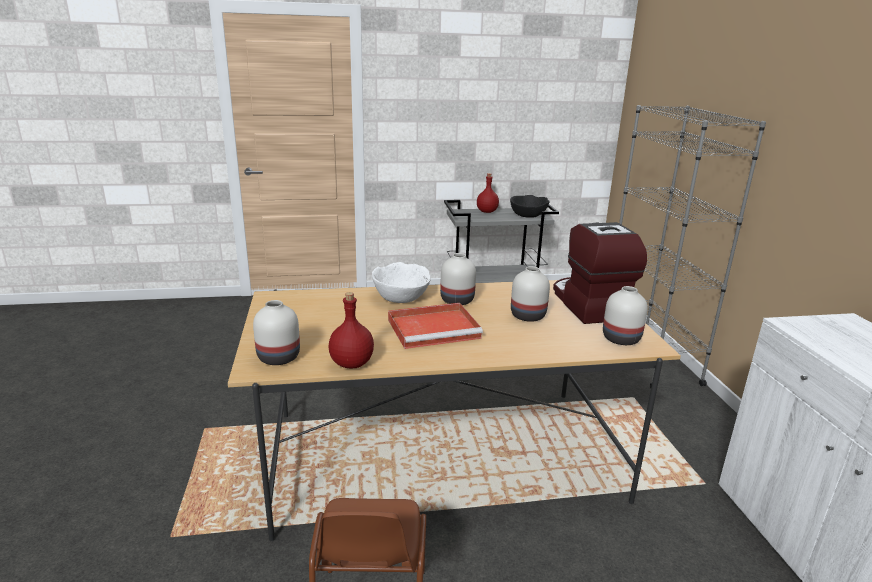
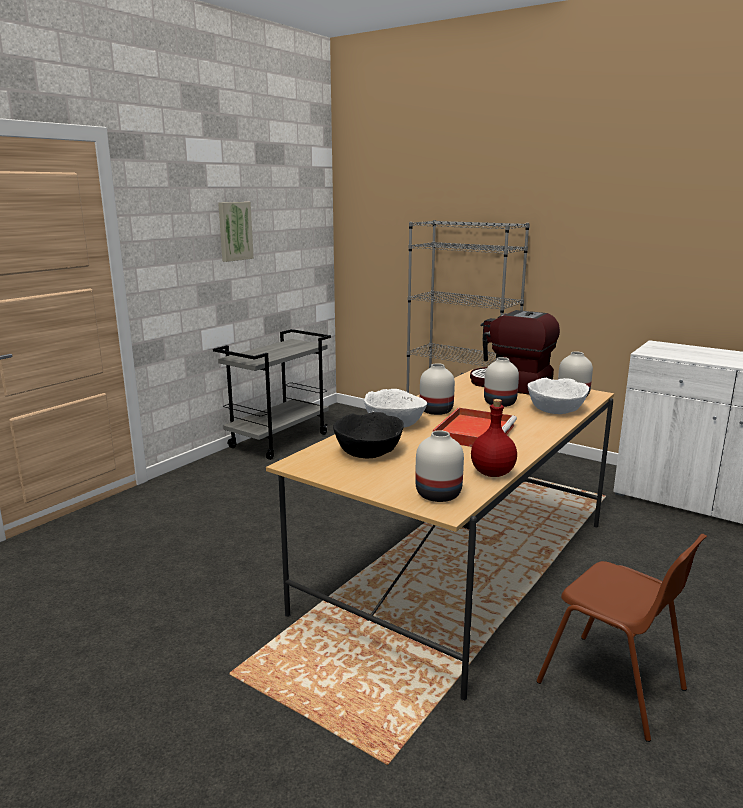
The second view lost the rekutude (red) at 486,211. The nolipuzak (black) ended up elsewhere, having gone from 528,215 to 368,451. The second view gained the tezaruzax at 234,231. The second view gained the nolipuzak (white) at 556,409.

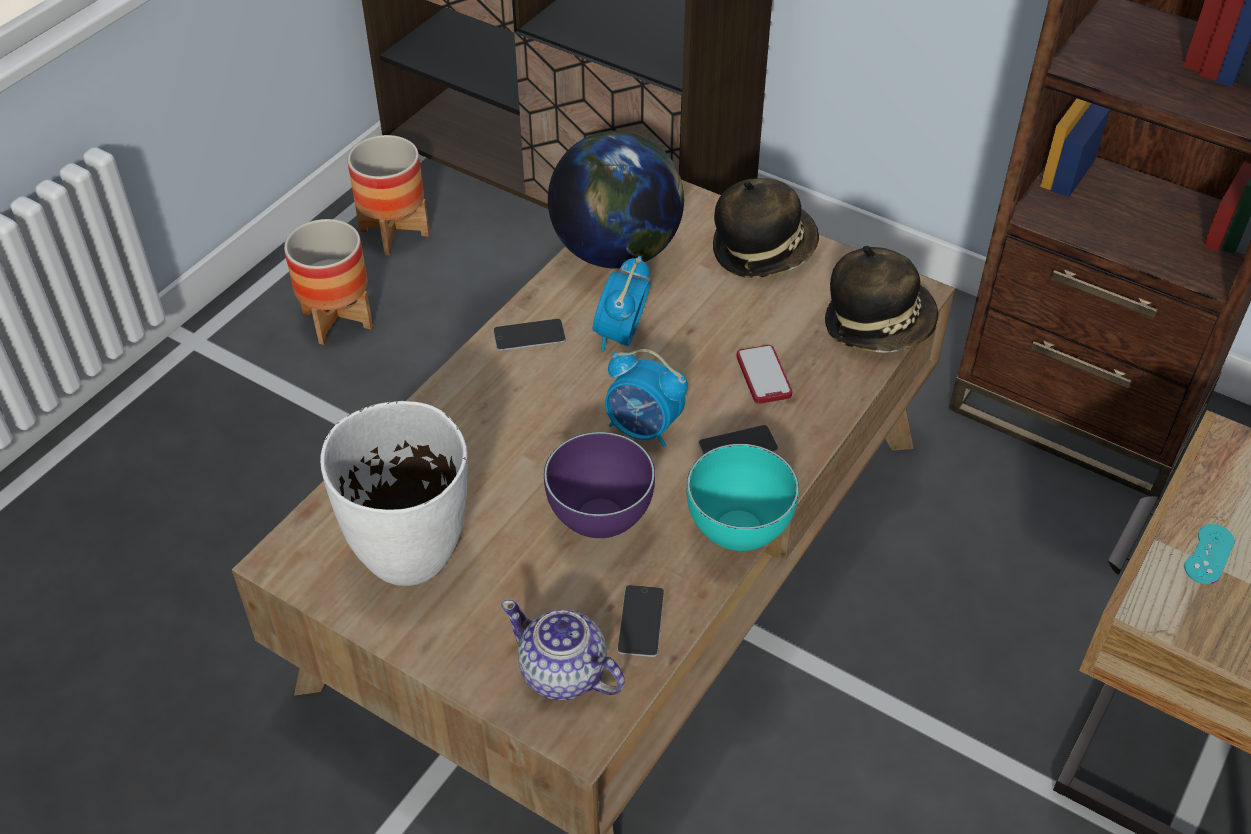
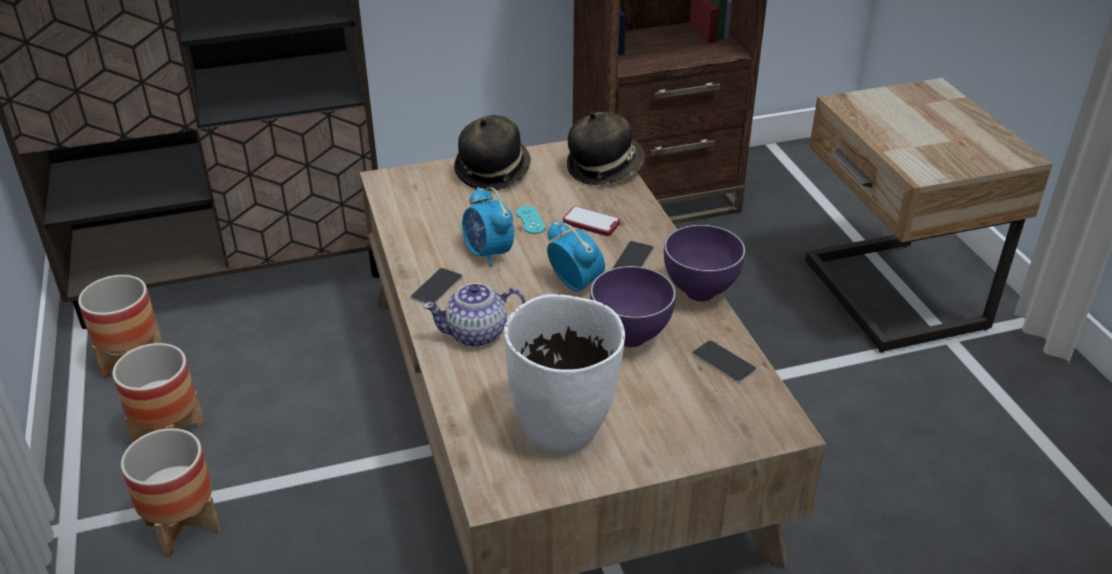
The second view lost the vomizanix at 617,251. The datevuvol at 644,429 ended up facing another way, 105 degrees counterclockwise from before. What was the nolipuzak (turquoise) at 736,534 turned into the nolipuzak (purple) at 698,294. The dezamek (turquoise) ended up elsewhere, having gone from 1209,554 to 530,220. The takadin ended up elsewhere, having gone from 563,674 to 477,334. The second view gained the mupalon at 183,527.

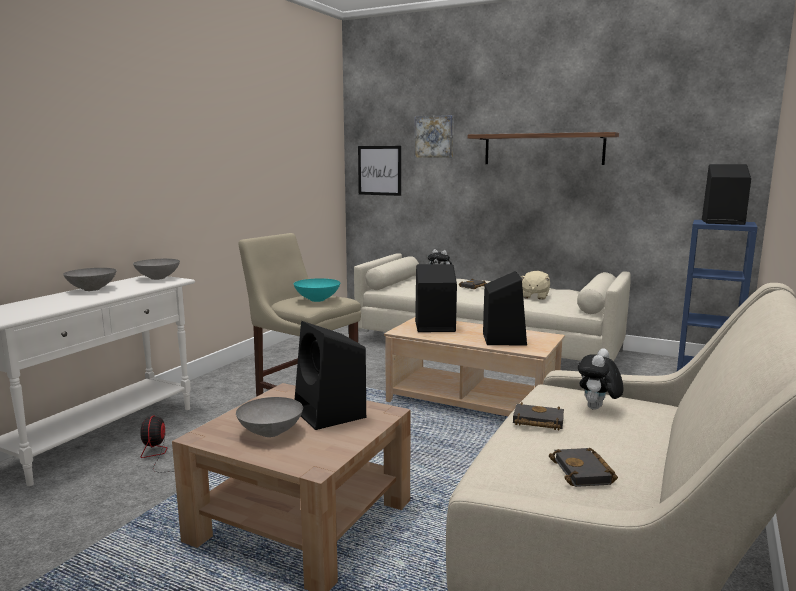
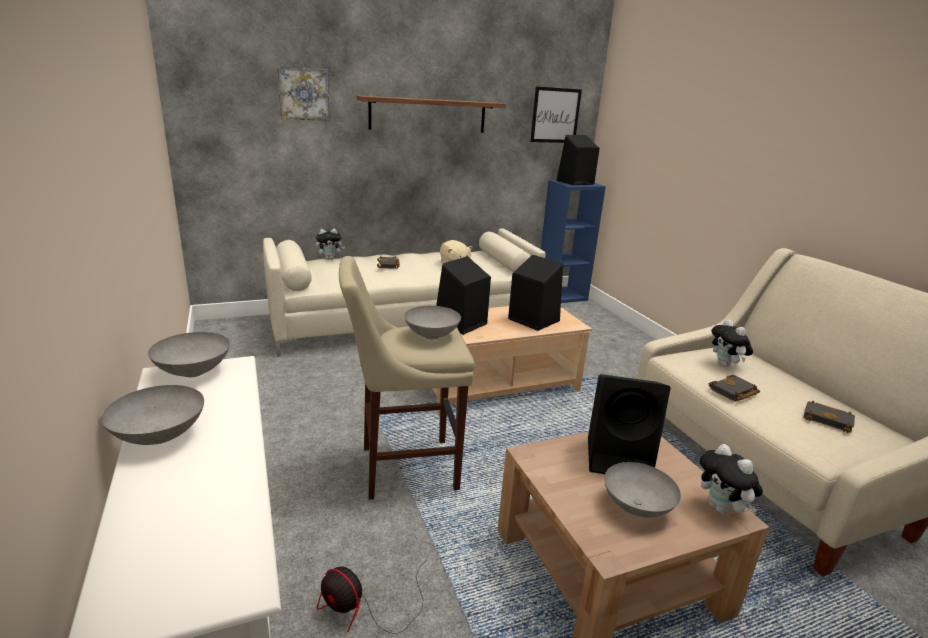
The tezaruzax ended up elsewhere, having gone from 379,170 to 555,115. What was the nolipuzak (turquoise) at 318,300 turned into the nolipuzak (grey) at 432,335. The second view gained the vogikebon at 722,509.

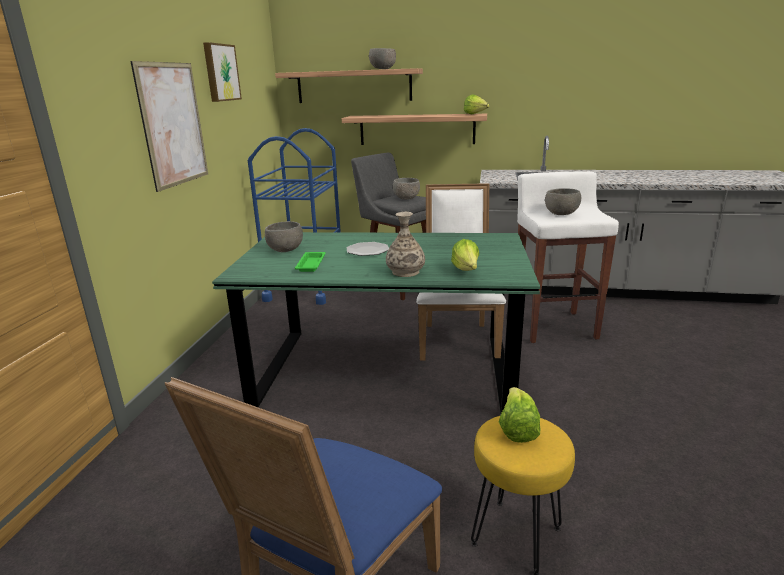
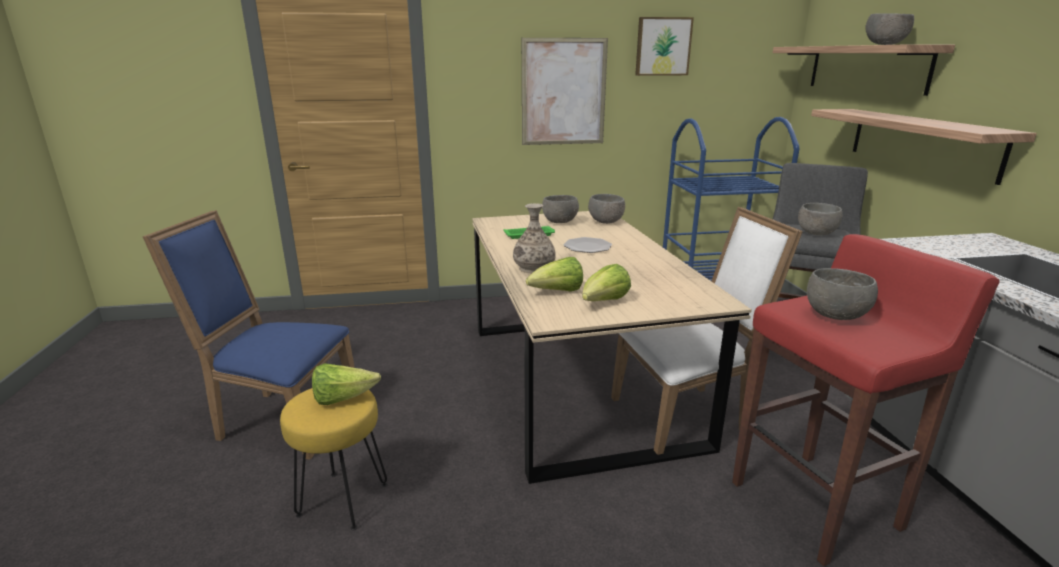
The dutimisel ended up elsewhere, having gone from 476,114 to 604,302. What was the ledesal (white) at 553,326 turned into the ledesal (red) at 817,505. What was the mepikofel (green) at 385,370 turned into the mepikofel (beige) at 575,381. The second view gained the nolipuzak (grey) at 605,222.

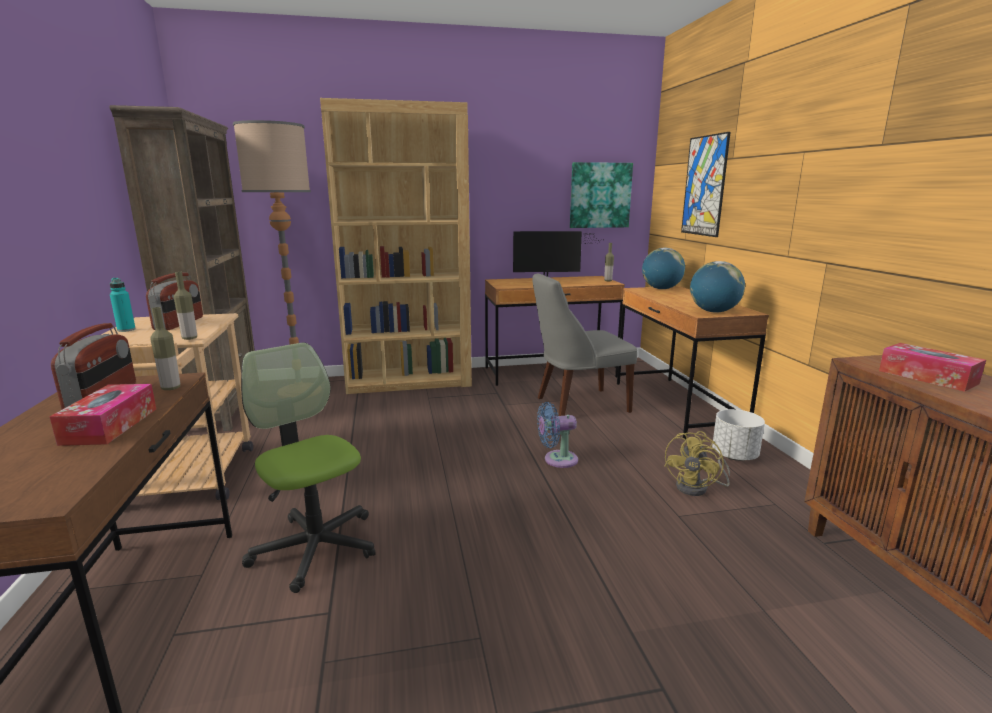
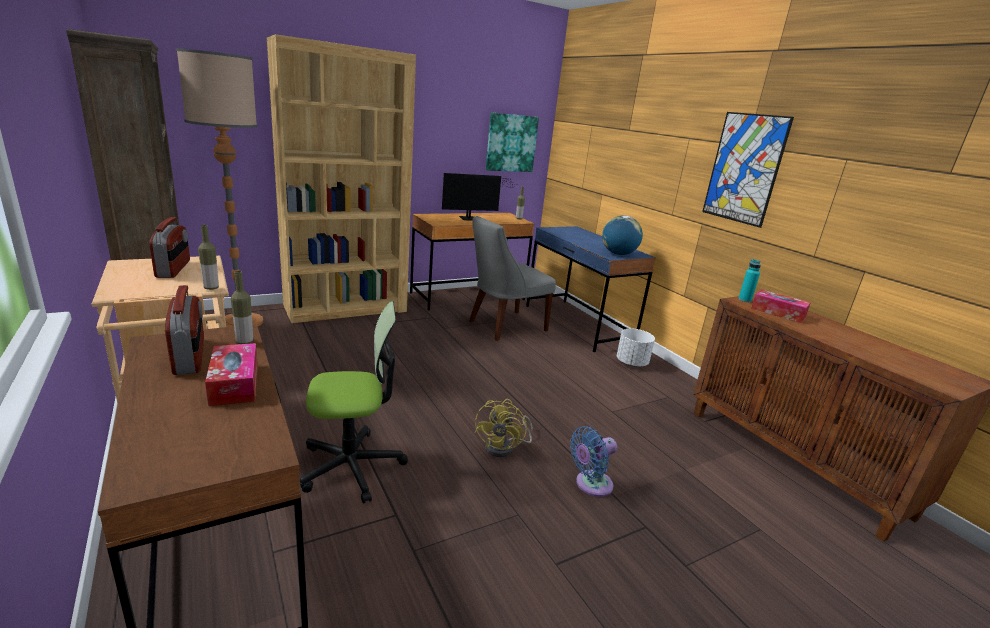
The tezaruzax ended up elsewhere, having gone from 704,186 to 744,168. The second view lost the vomizanix at 661,289. The rekutude (turquoise) ended up elsewhere, having gone from 126,330 to 744,300. What was the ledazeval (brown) at 676,406 turned into the ledazeval (blue) at 577,324. The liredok at 315,547 ended up facing another way, 135 degrees clockwise from before. The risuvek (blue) ended up elsewhere, having gone from 557,460 to 590,485. The risuvek (yellow) ended up elsewhere, having gone from 698,488 to 504,447.

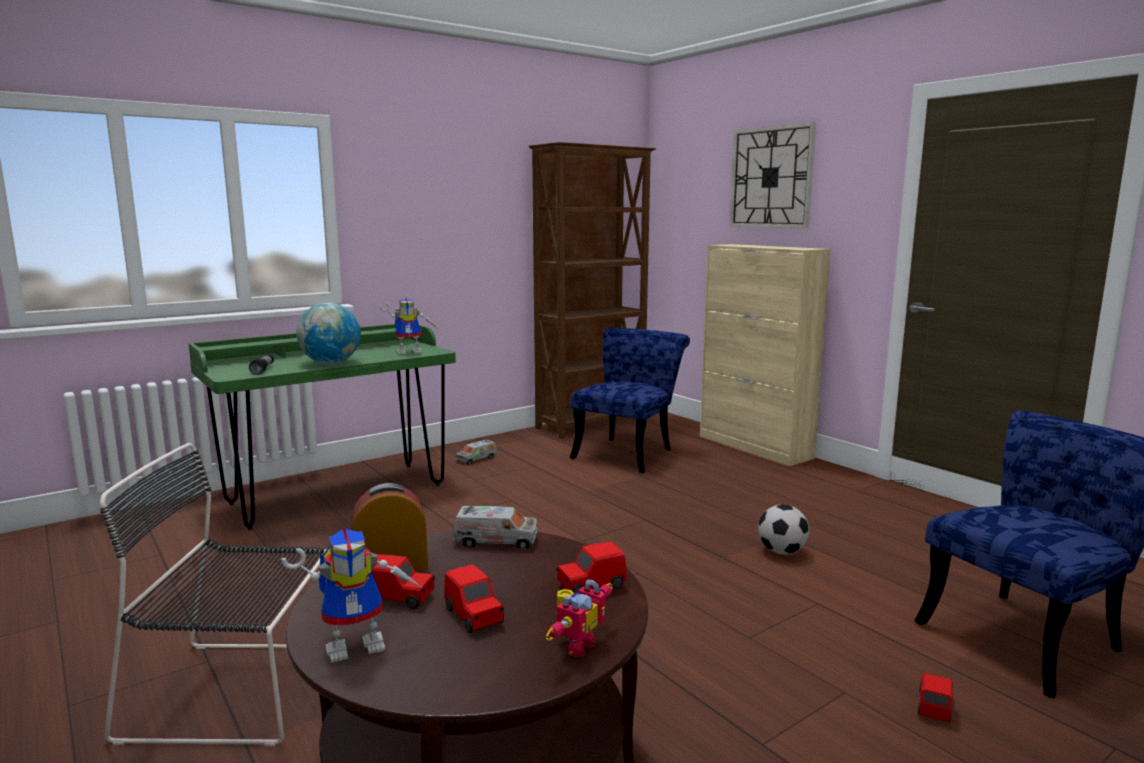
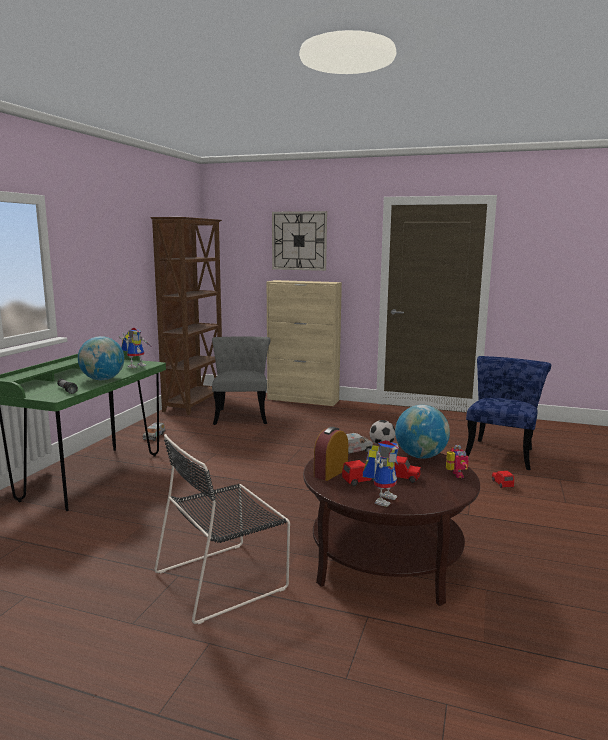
What was the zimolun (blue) at 628,452 turned into the zimolun (grey) at 241,415. Where the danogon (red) stood at 591,585, the vomizanix came to stand at 420,456.

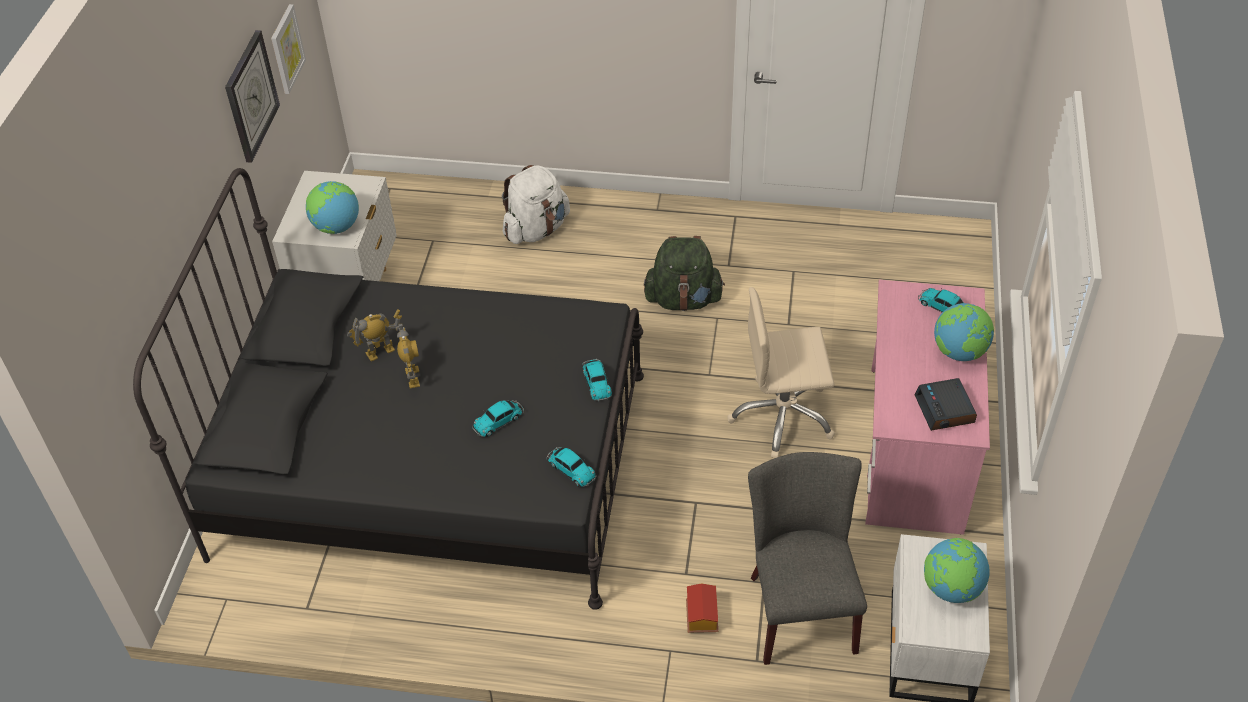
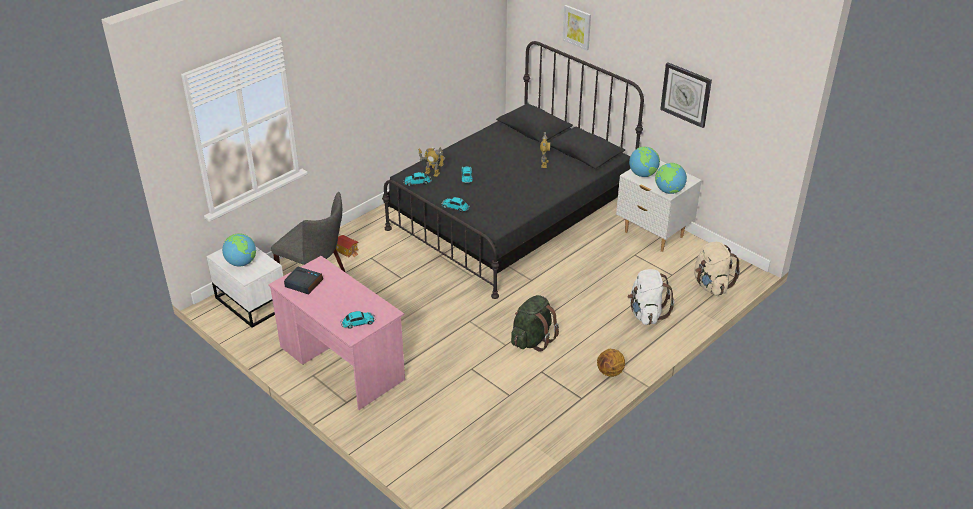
The tezaruzax ended up elsewhere, having gone from 286,49 to 577,27. The second view lost the liredok (beige) at 782,417. The vomizanix ended up elsewhere, having gone from 959,352 to 669,191. The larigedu ended up elsewhere, having gone from 412,377 to 432,173. The second view gained the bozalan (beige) at 711,285. The second view gained the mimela at 610,372.

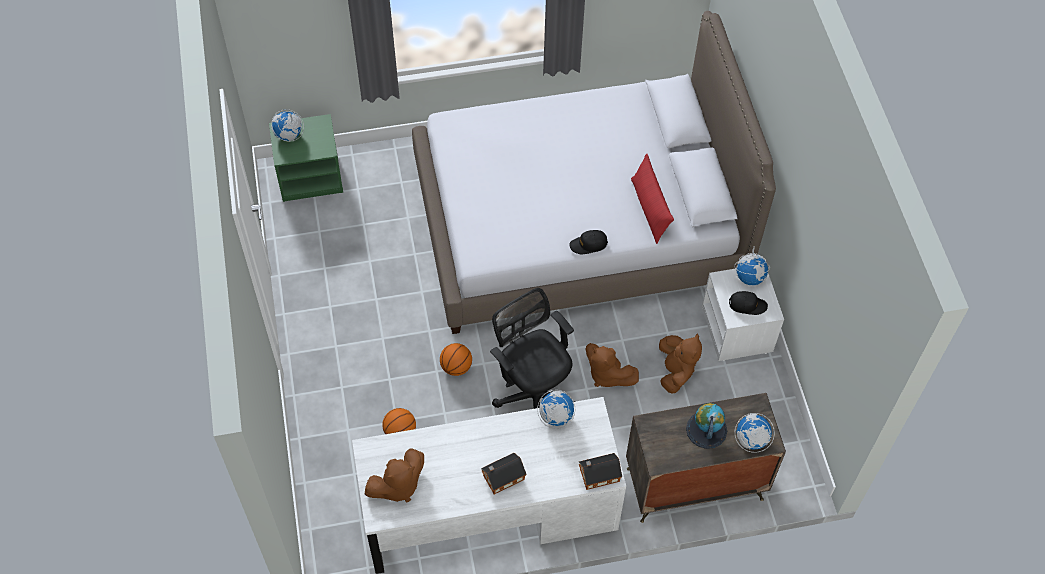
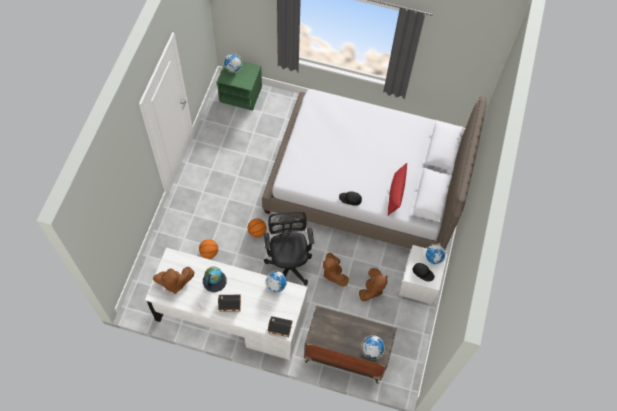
The vomizanix ended up elsewhere, having gone from 706,430 to 214,280.

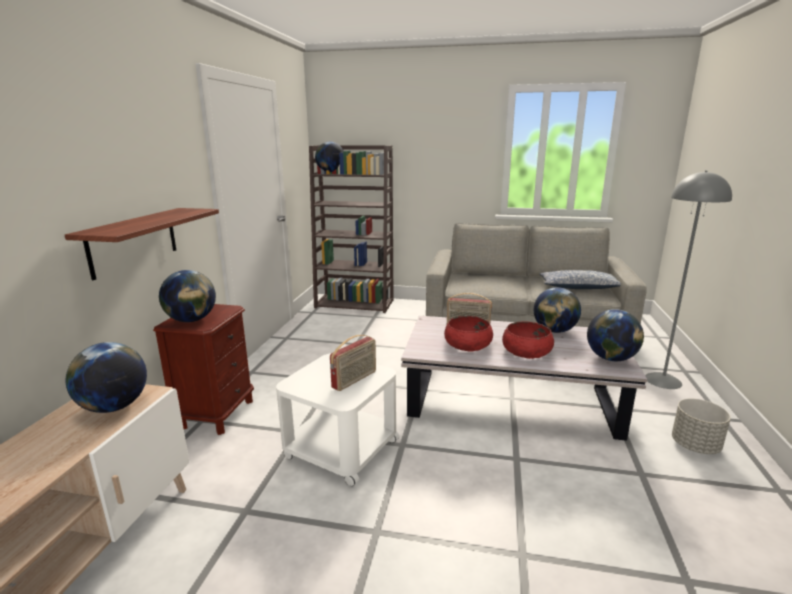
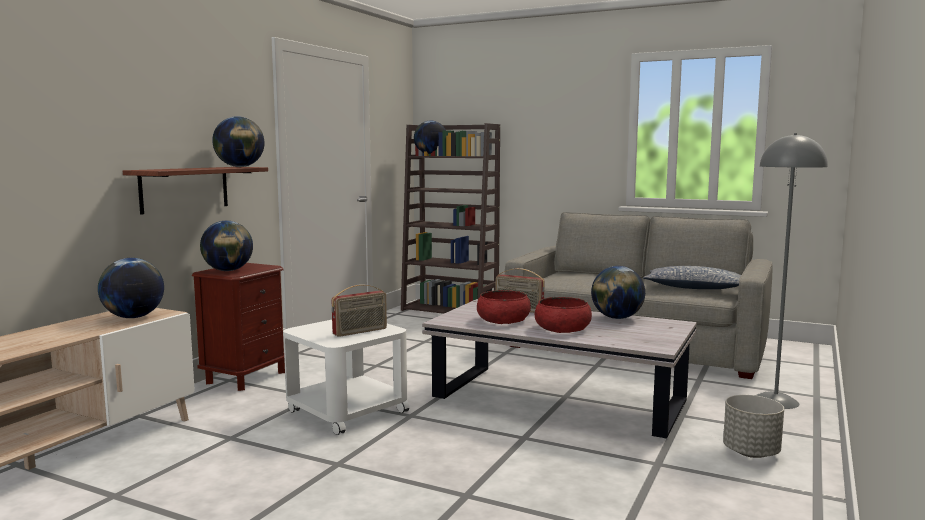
The vomizanix ended up elsewhere, having gone from 611,358 to 240,167.

